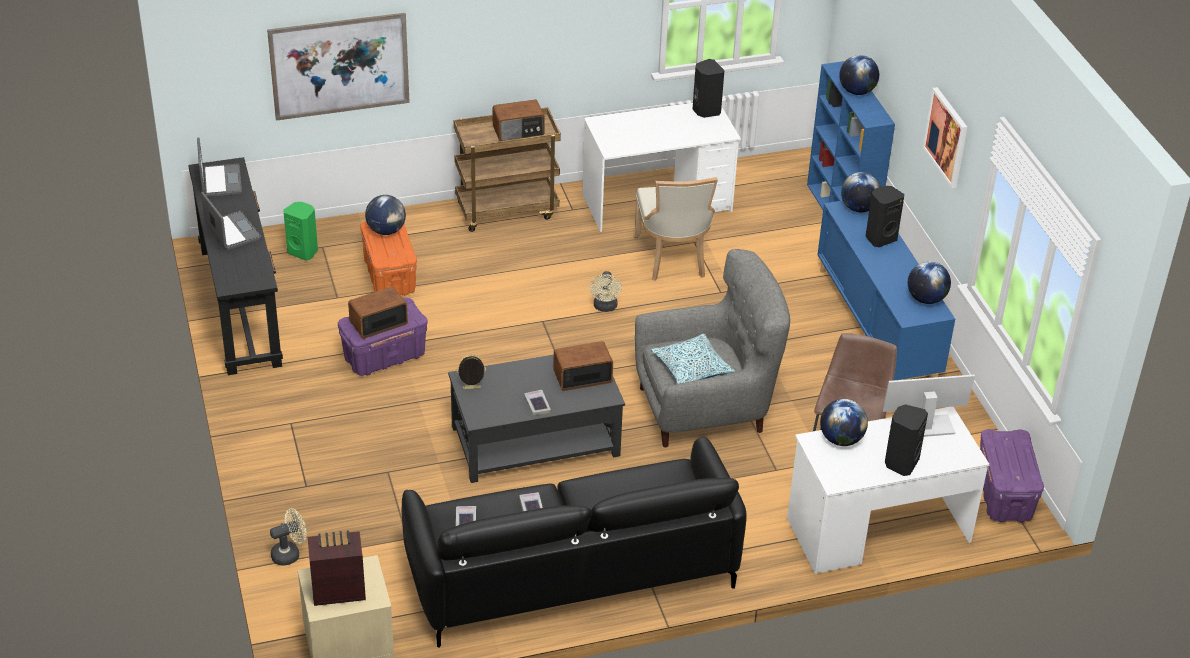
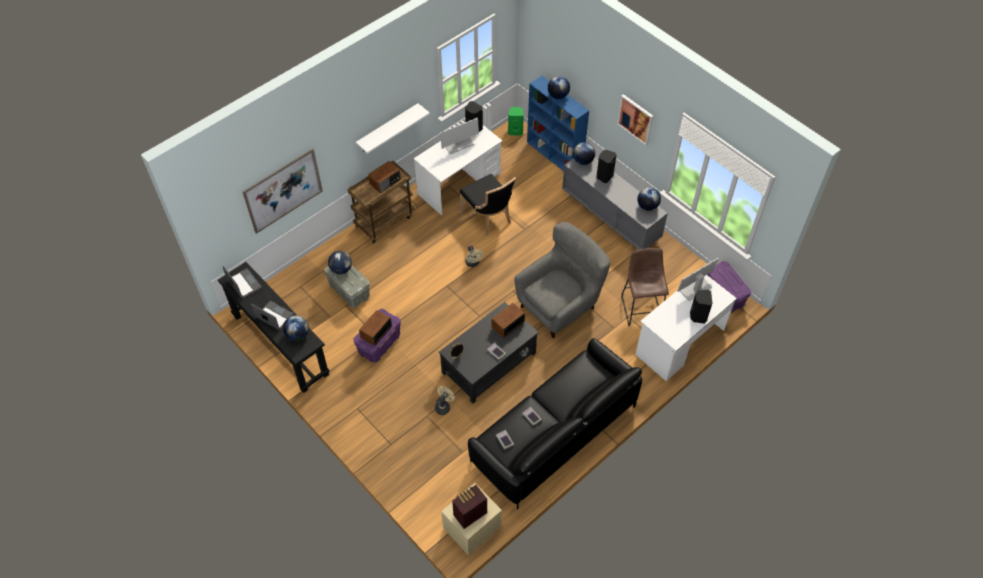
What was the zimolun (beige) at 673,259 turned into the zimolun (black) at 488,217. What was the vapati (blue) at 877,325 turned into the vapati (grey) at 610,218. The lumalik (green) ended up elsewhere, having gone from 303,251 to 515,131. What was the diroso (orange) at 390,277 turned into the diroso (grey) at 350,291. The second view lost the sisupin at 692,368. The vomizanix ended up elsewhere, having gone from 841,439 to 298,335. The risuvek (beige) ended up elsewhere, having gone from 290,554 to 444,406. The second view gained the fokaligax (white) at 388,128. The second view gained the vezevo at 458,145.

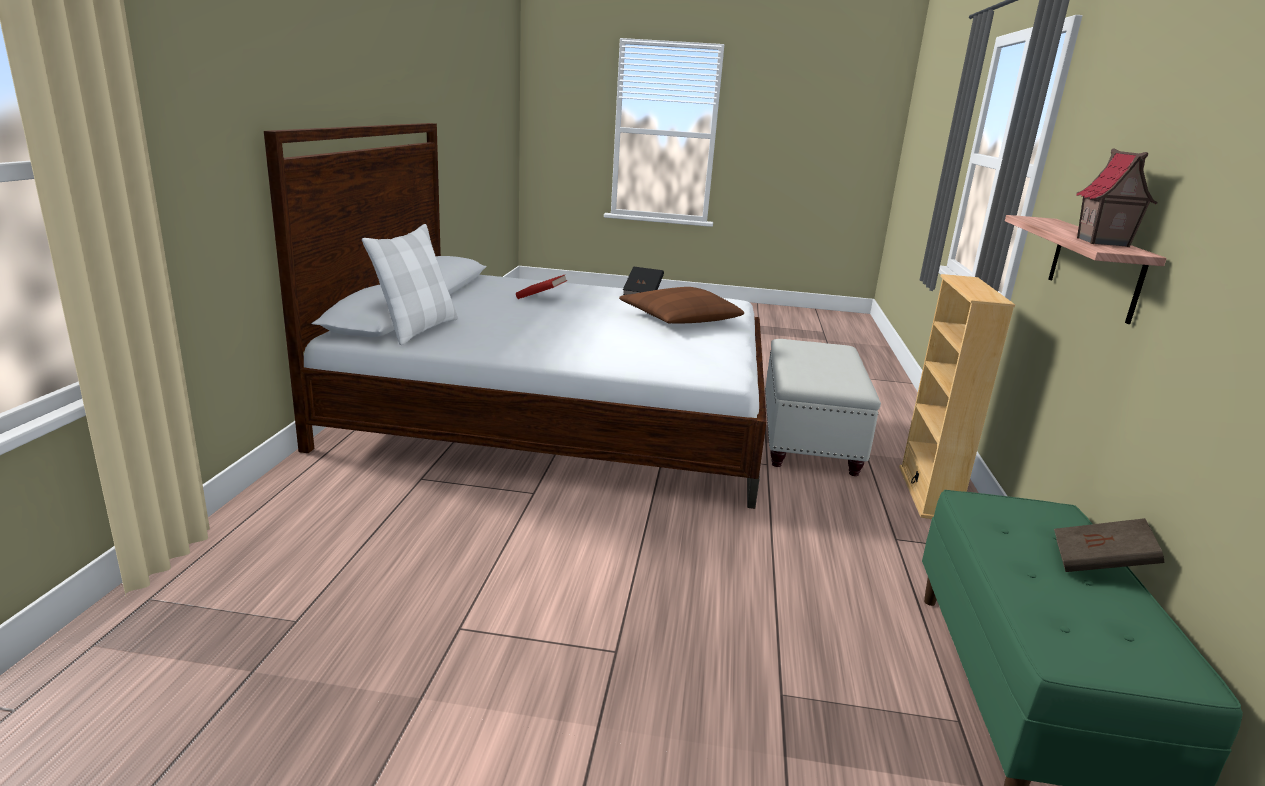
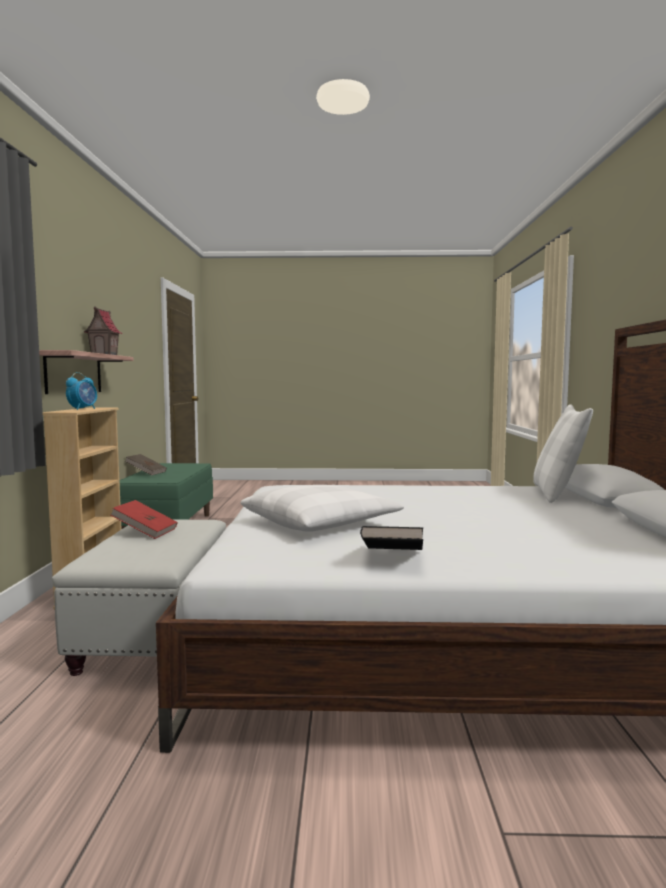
The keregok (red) ended up elsewhere, having gone from 541,298 to 145,532. What was the sisupin (brown) at 679,319 turned into the sisupin (white) at 320,523. The second view gained the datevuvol at 83,409.

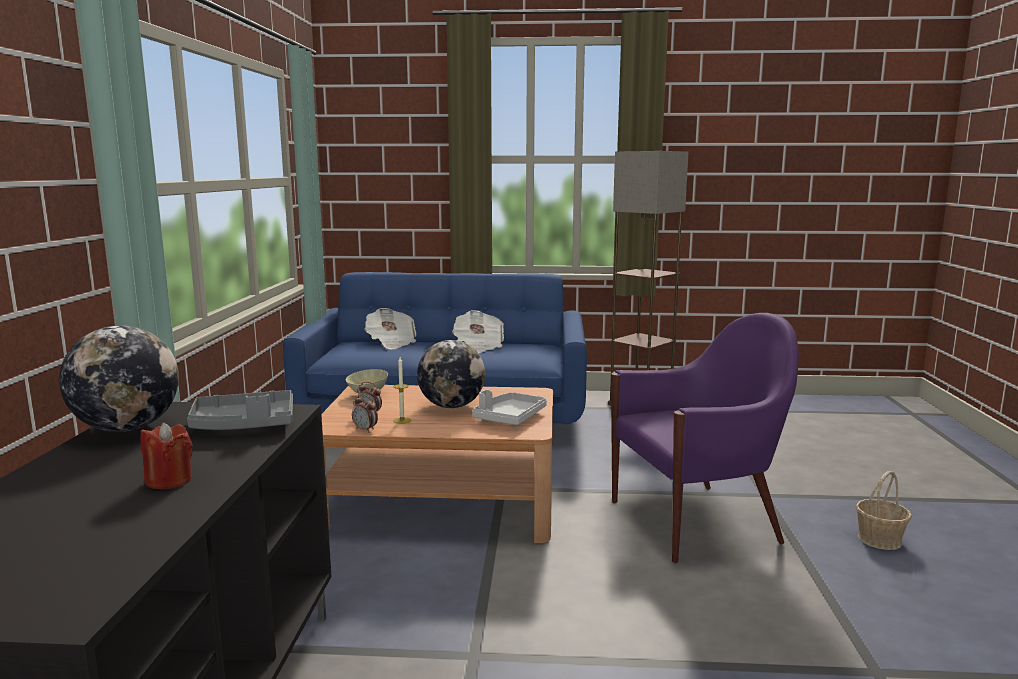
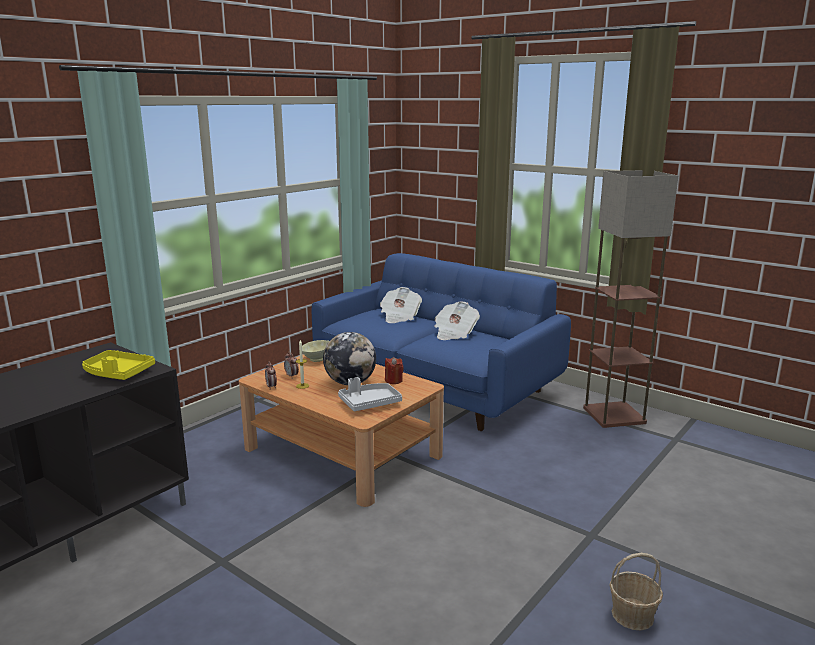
The second view lost the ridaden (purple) at 697,521. The second view lost the vomizanix at 127,428. What was the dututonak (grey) at 244,425 turned into the dututonak (yellow) at 117,373. The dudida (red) ended up elsewhere, having gone from 169,480 to 393,380.

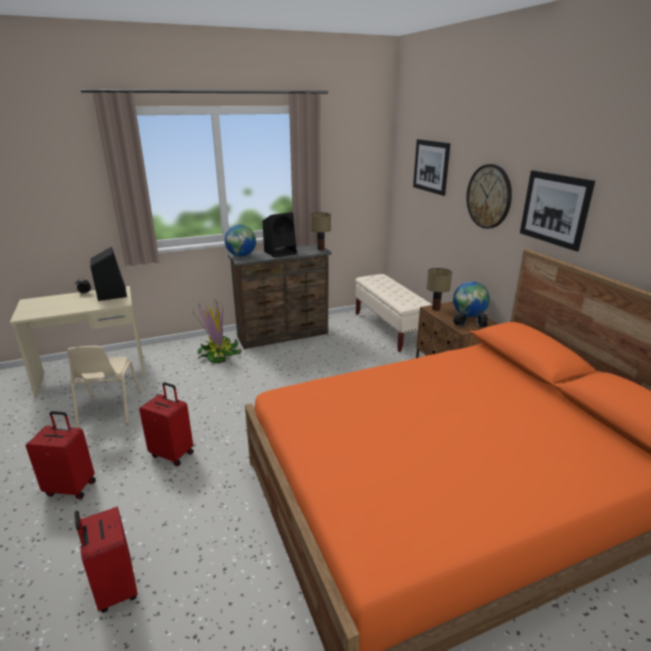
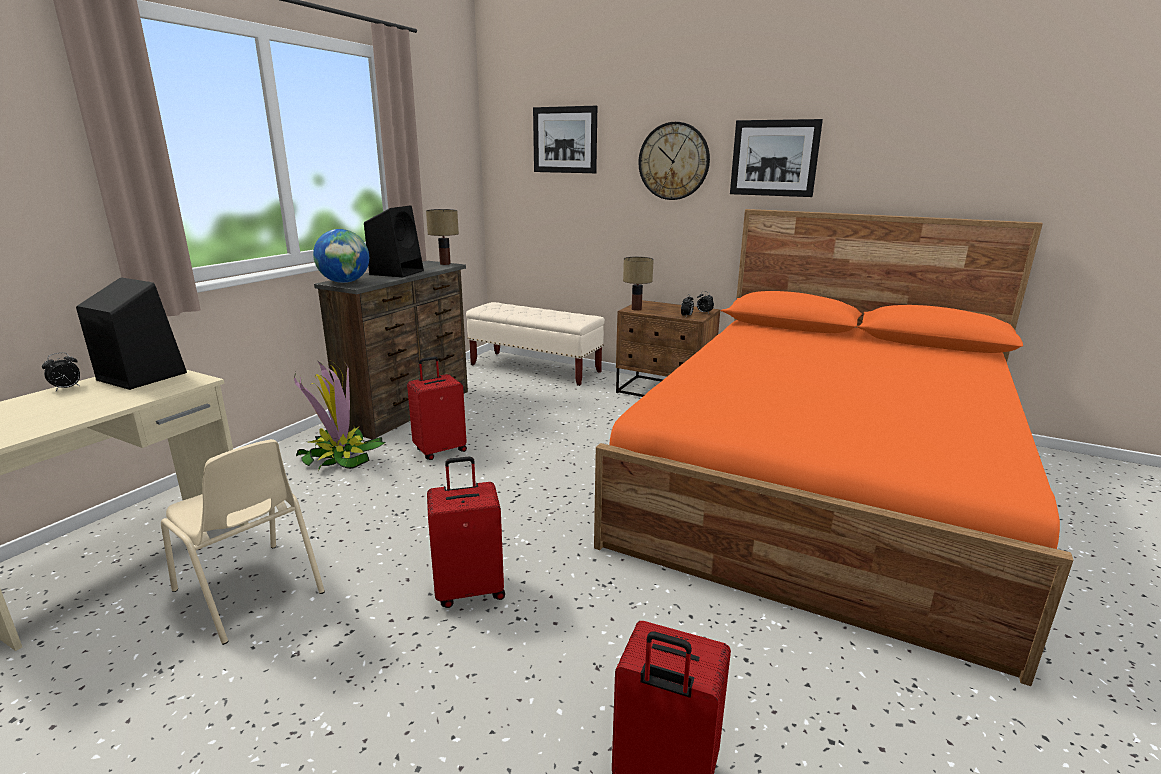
The second view lost the vomizanix at 468,315. The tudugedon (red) ended up elsewhere, having gone from 71,487 to 440,450.

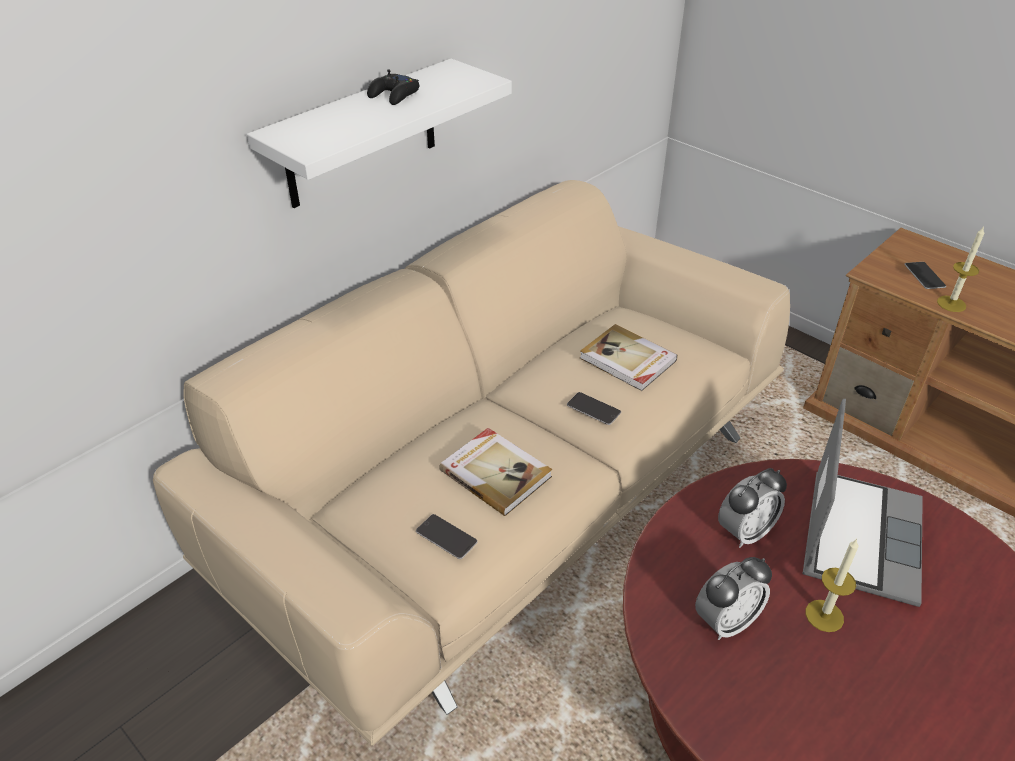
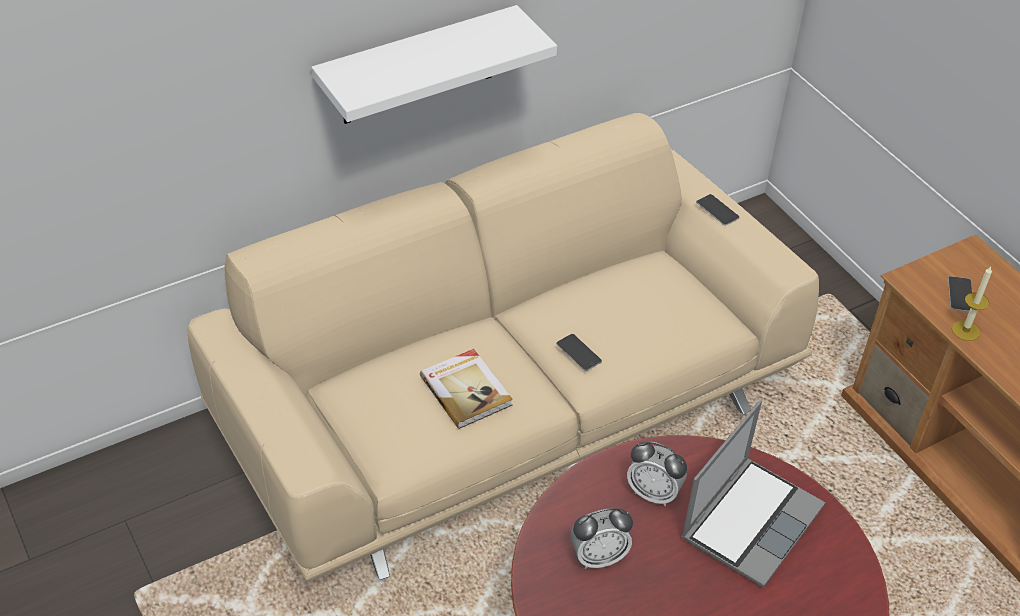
The second view lost the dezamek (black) at 394,95. The second view lost the keregok at 627,360. The datevuvol at 745,532 ended up facing another way, 45 degrees clockwise from before. The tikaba ended up elsewhere, having gone from 446,536 to 717,210. The second view lost the dudida at 824,615.

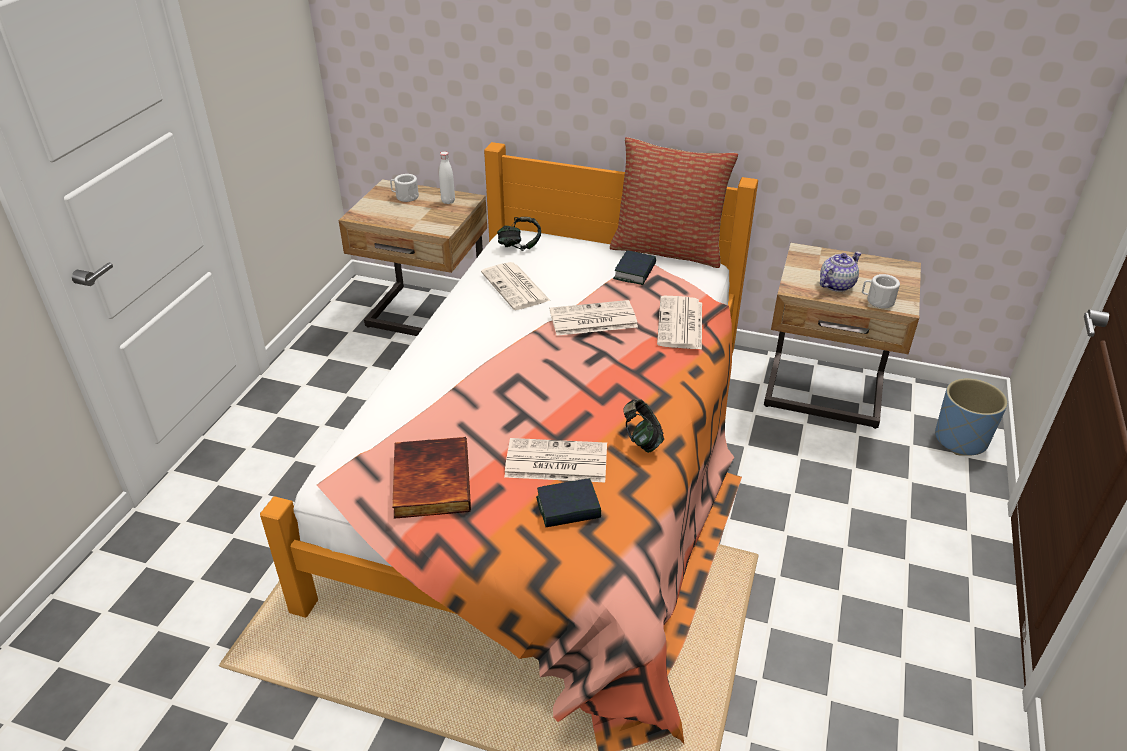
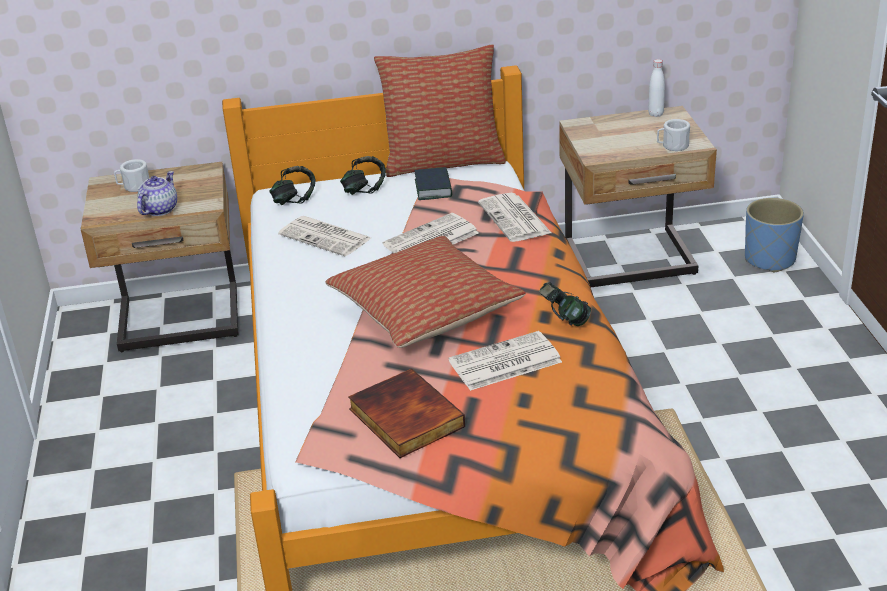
The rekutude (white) ended up elsewhere, having gone from 448,201 to 655,114. The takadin ended up elsewhere, having gone from 836,284 to 159,209. The second view lost the keregok at 568,508. The second view gained the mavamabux at 364,190. The second view gained the sisupin at 425,310.

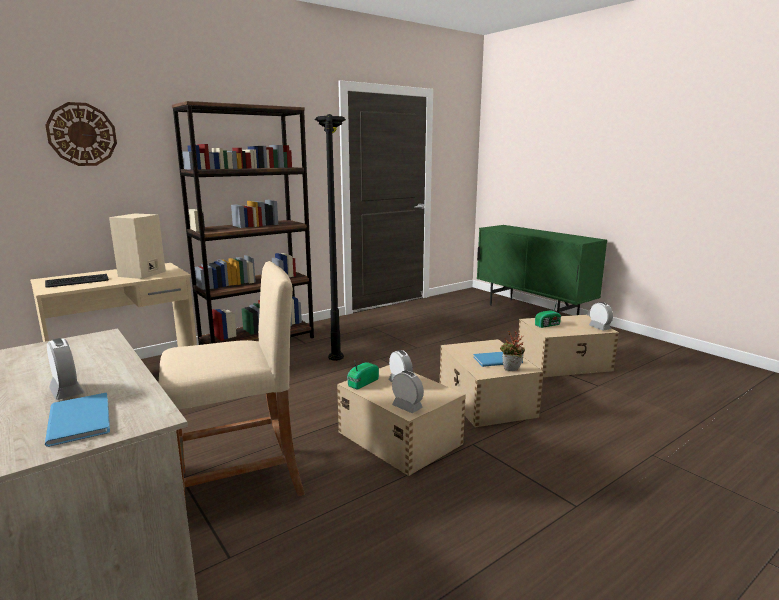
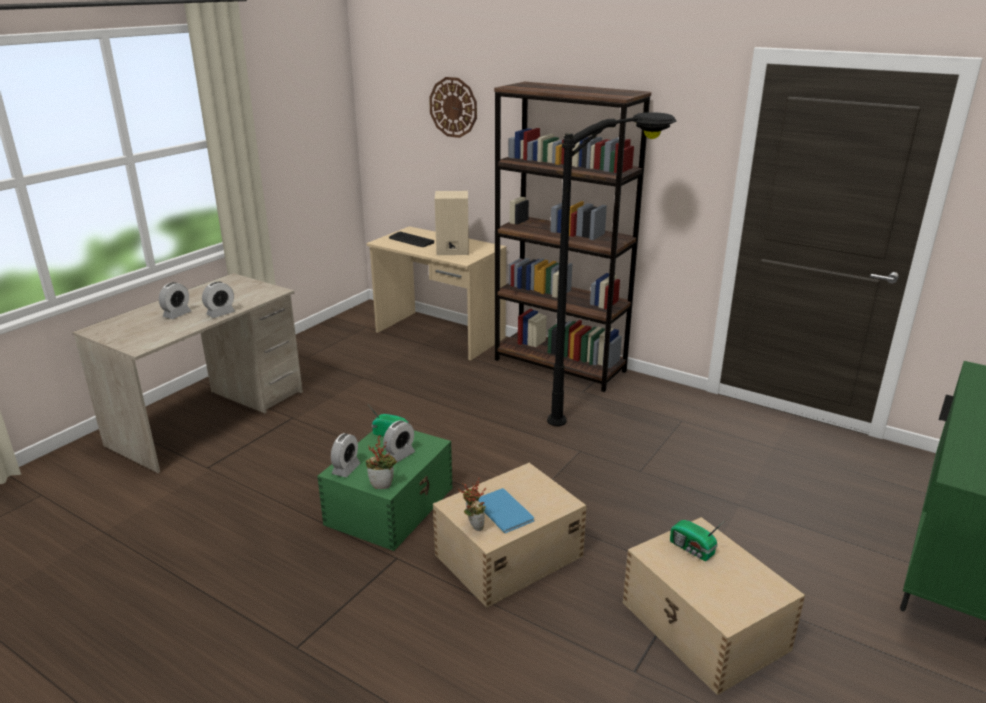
The second view lost the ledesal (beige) at 239,483. The datevuvol ended up elsewhere, having gone from 599,327 to 221,313. What was the diroso (beige) at 399,437 turned into the diroso (green) at 391,505. The second view lost the keregok (blue) at 82,418. The second view gained the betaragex at 383,485.

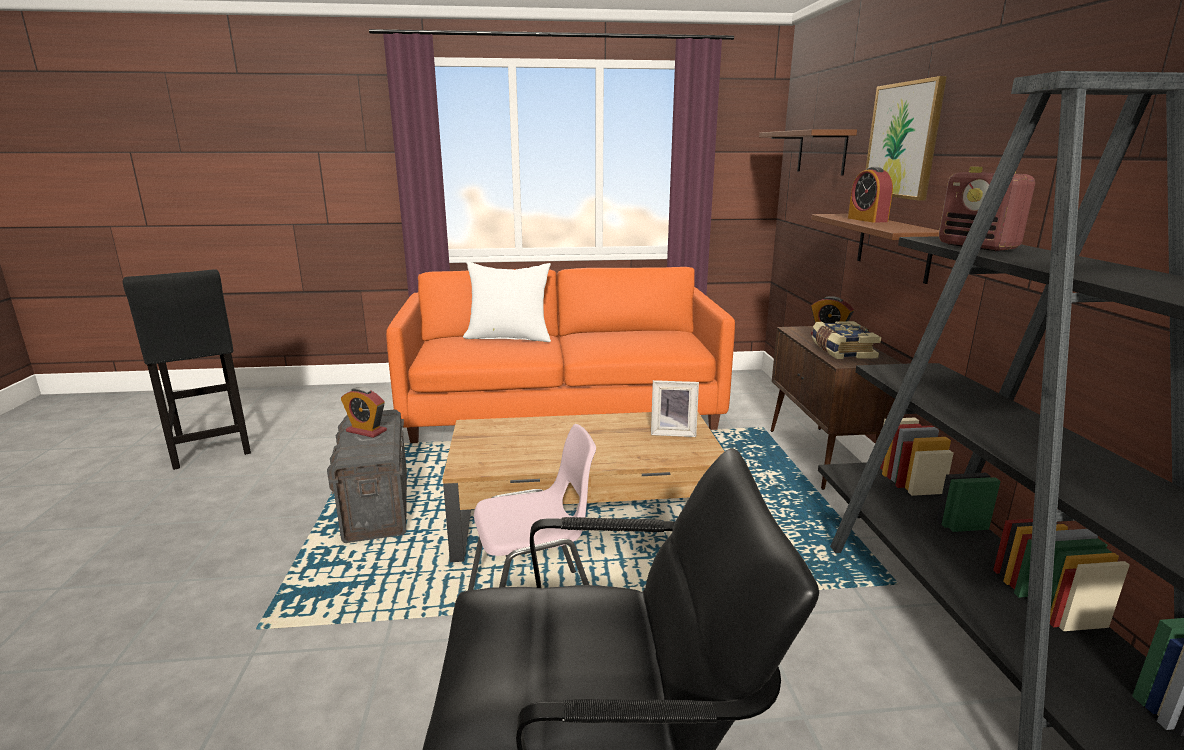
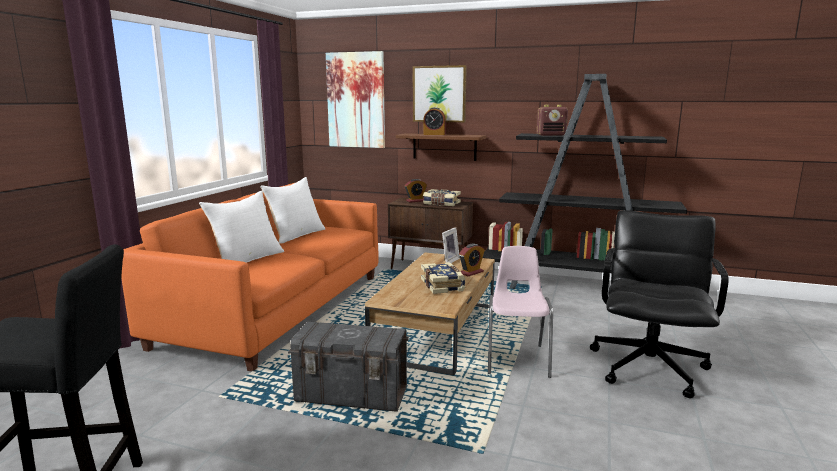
Where the fokaligax (brown) hung at 821,152, the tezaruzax came to hang at 356,100. The datevuvol ended up elsewhere, having gone from 366,431 to 471,272. The second view gained the sisupin (white) at 296,235. The second view gained the keregok at 443,285.

